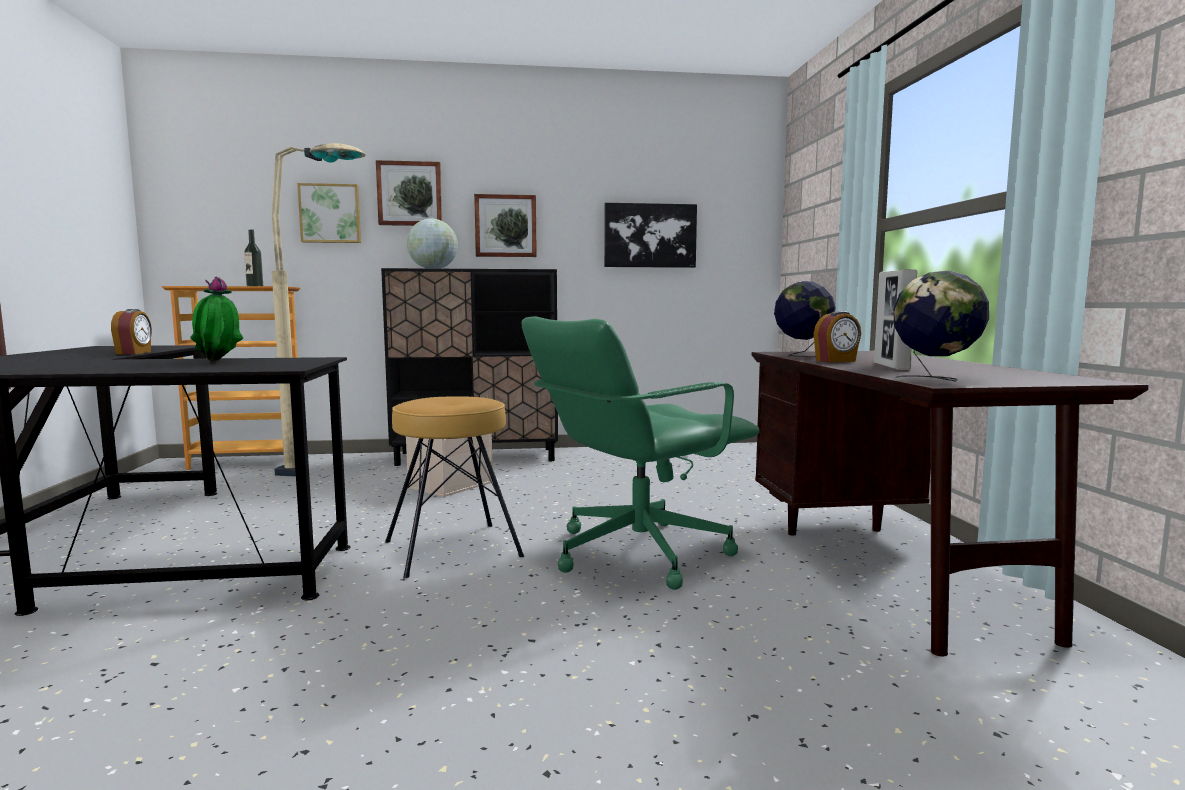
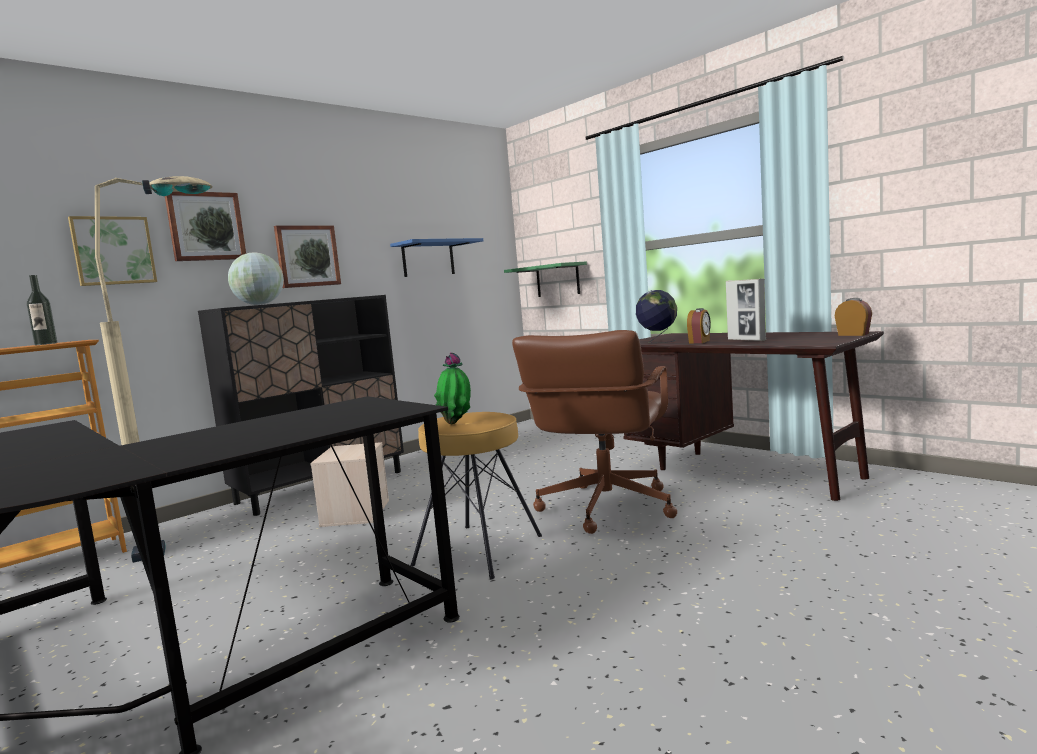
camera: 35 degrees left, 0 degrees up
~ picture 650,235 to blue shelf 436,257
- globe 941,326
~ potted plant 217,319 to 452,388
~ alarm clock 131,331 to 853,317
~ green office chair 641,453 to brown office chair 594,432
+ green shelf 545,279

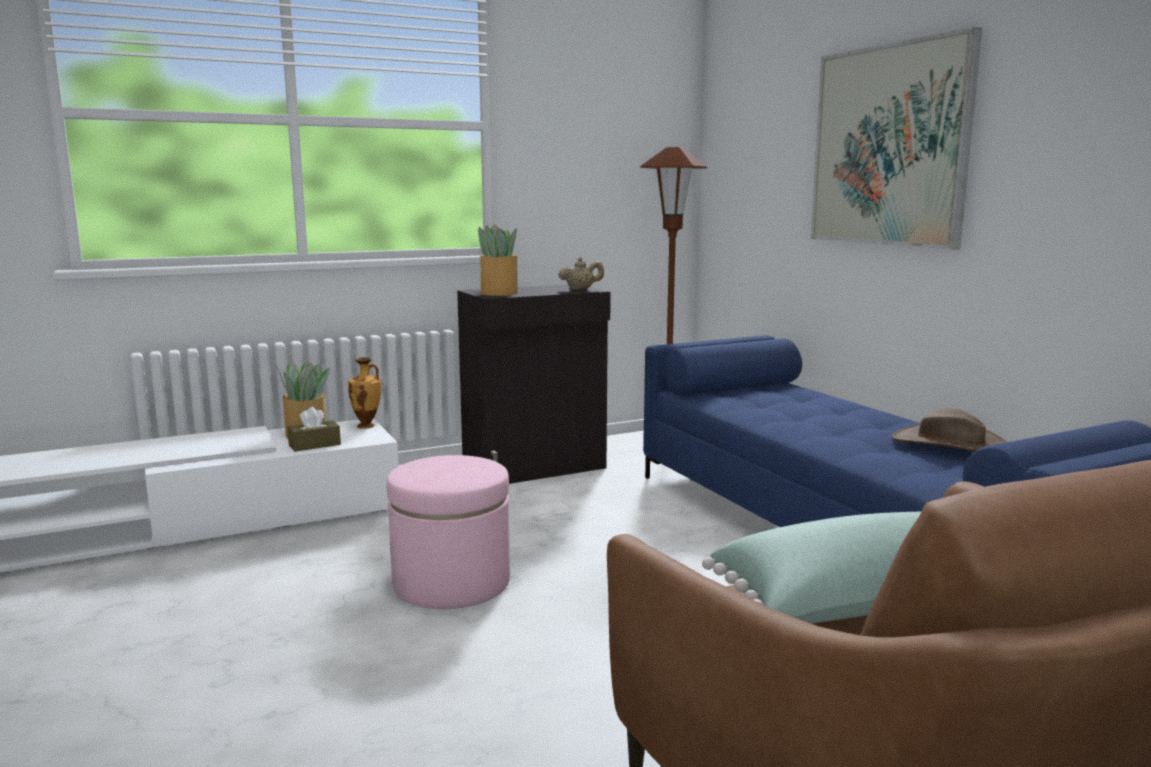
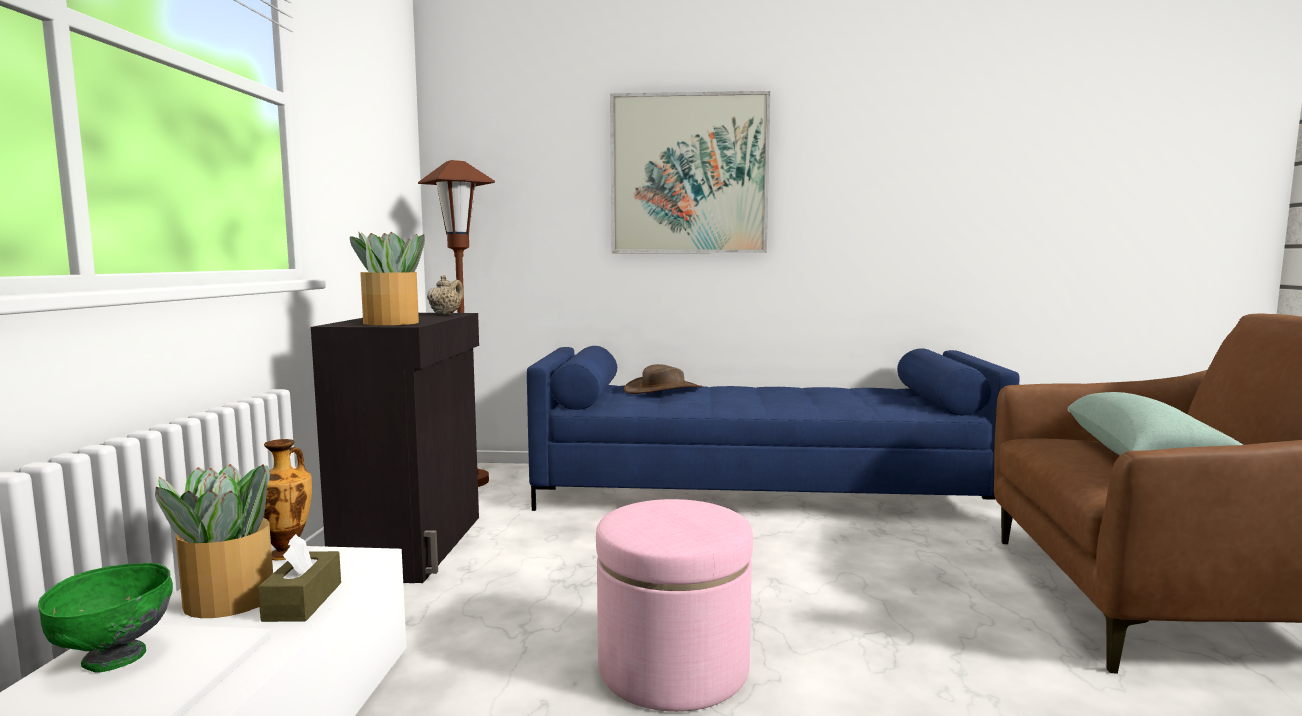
camera: 60 degrees left, 5 degrees down
~ brown hat 949,429 to 663,379
+ green bowl 105,618

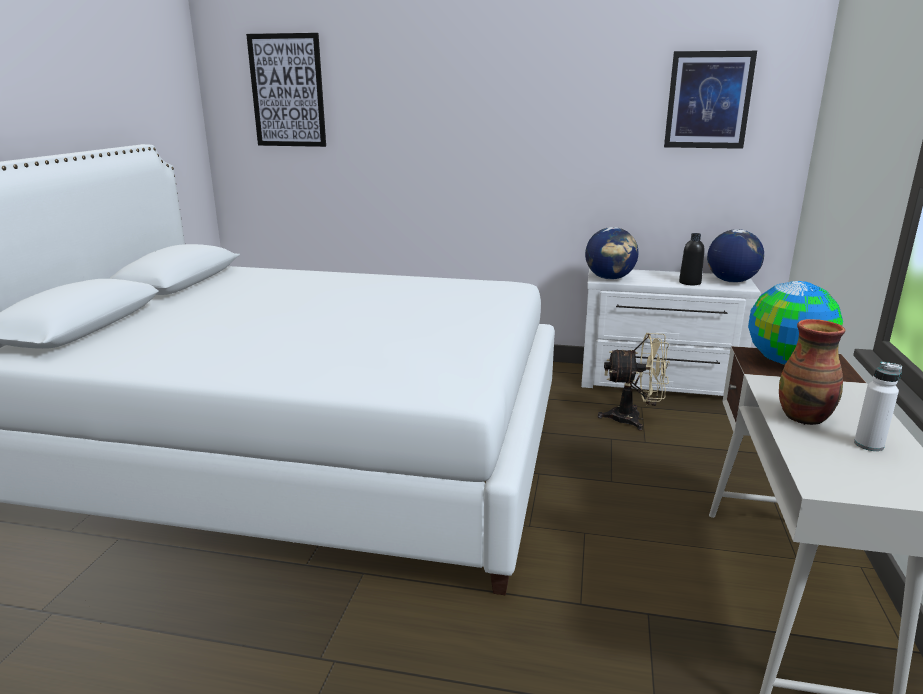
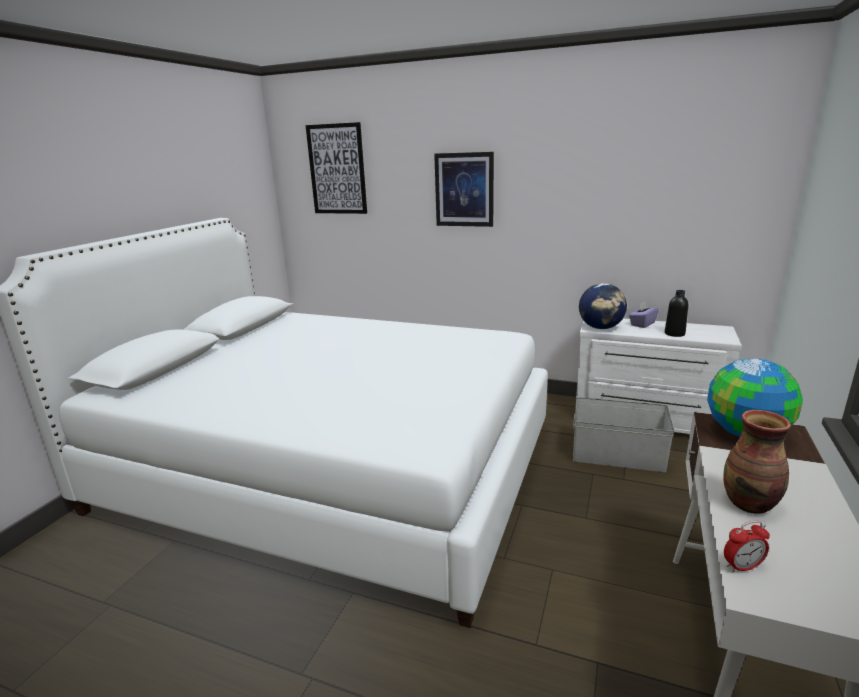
camera: 10 degrees right, 0 degrees up
~ picture 710,100 to 464,189
- globe 735,256
~ beige fan 634,382 to grey storage box 623,434
- white bottle 878,406
+ purple tissue box 644,315
+ alarm clock 747,546

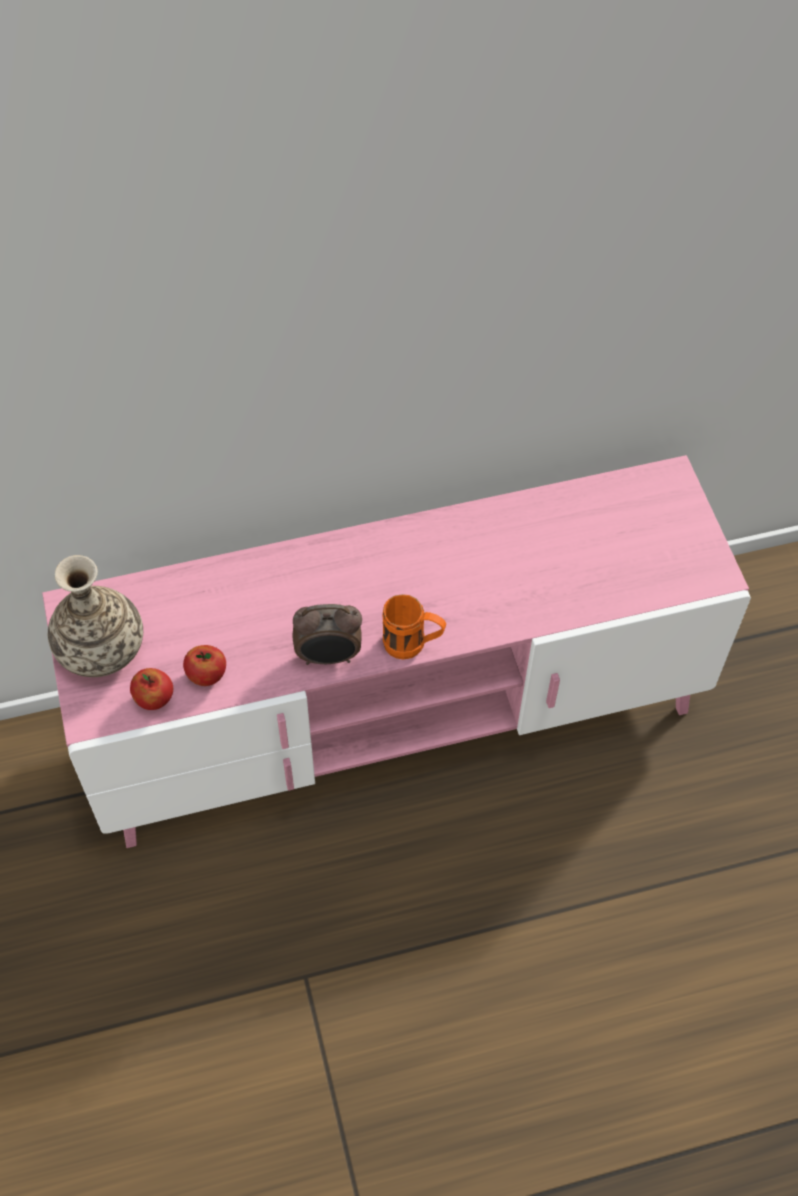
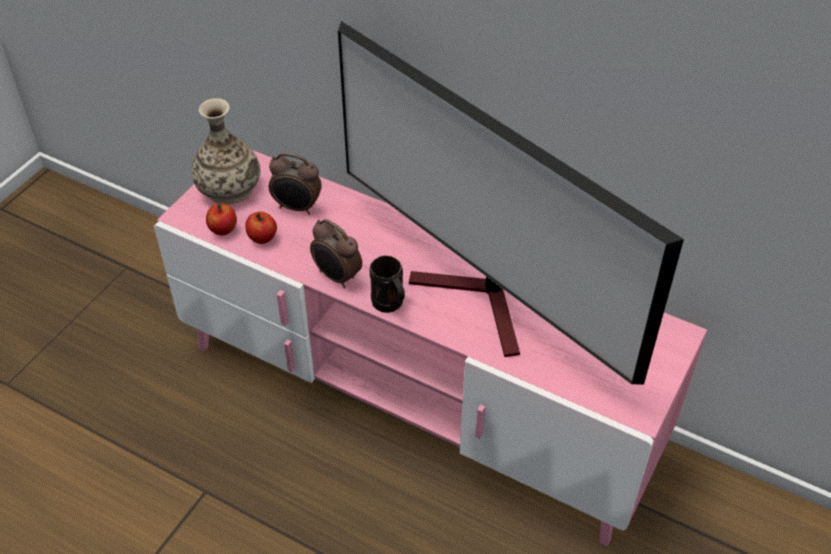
camera: 45 degrees right, 10 degrees down
~ orange mug 414,626 to black mug 387,284
+ television 511,202
+ alarm clock 295,183

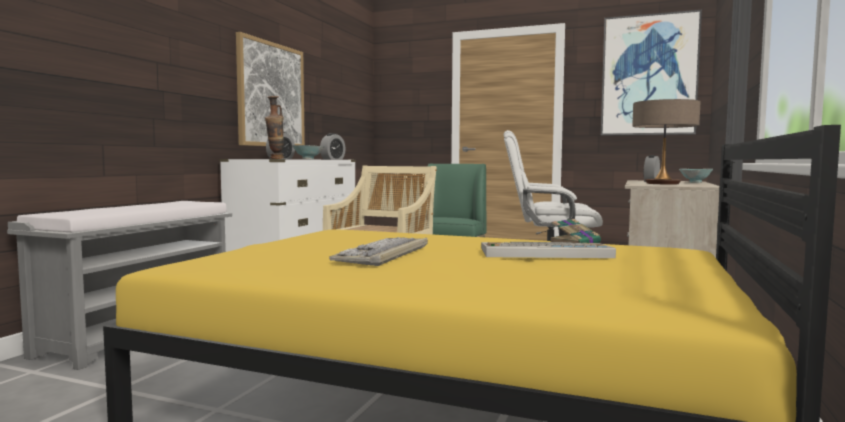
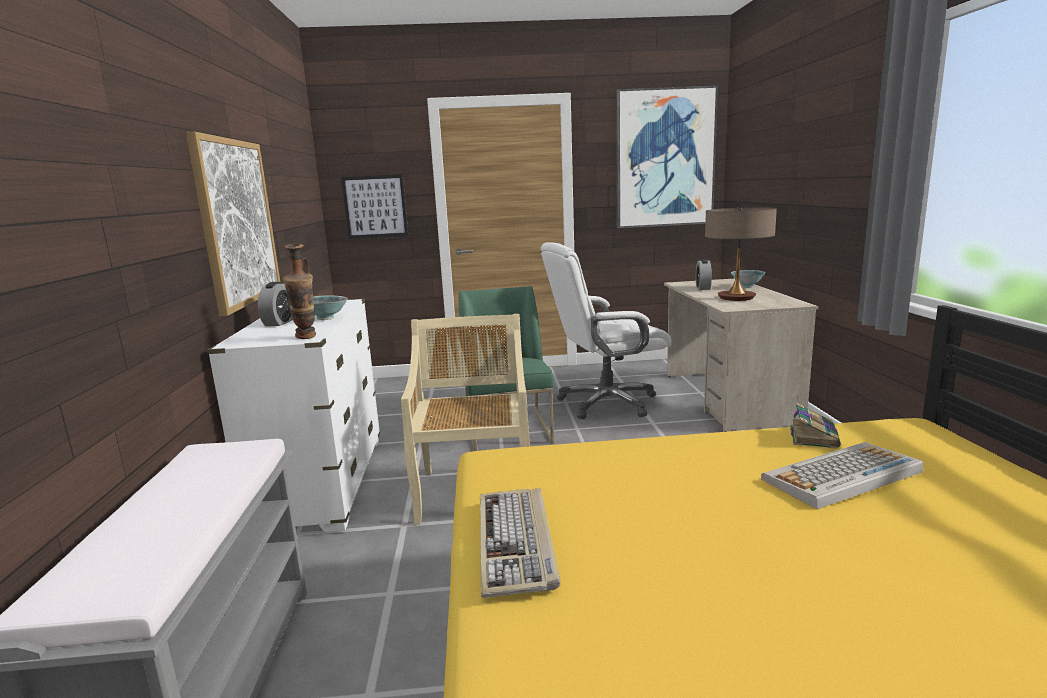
camera: 25 degrees left, 10 degrees up
- alarm clock 333,146
~ keyboard 378,251 to 520,543
+ picture 374,206

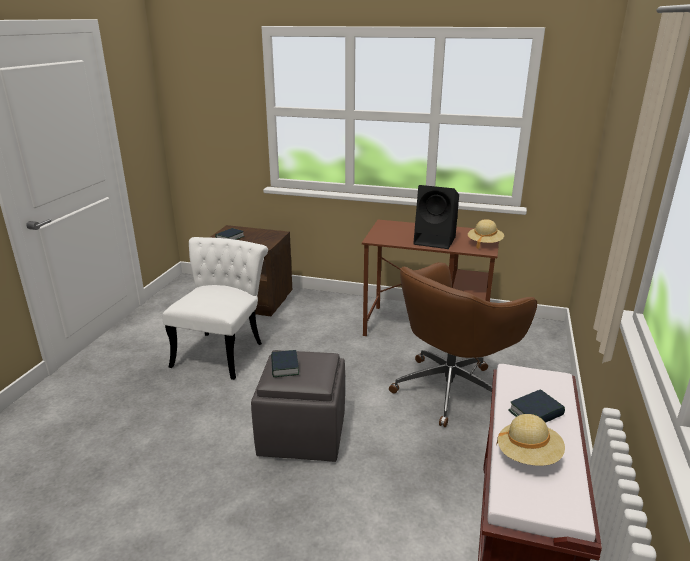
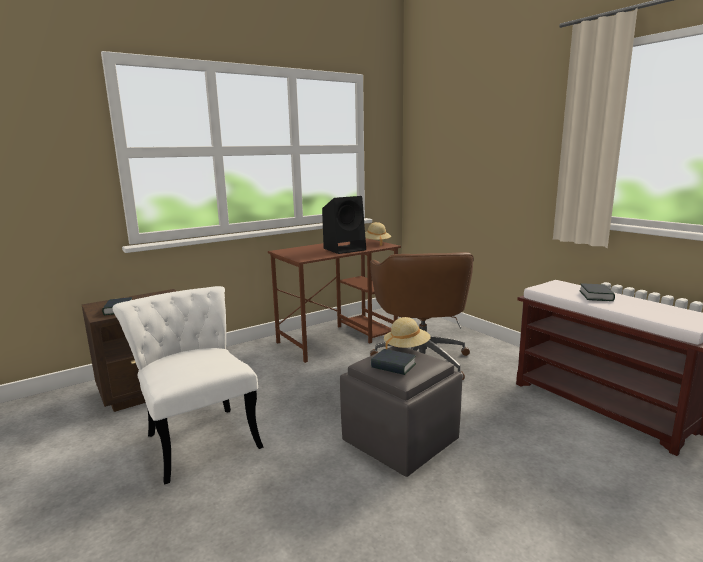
camera: 50 degrees left, 10 degrees down
~ beige hat 530,440 to 407,333

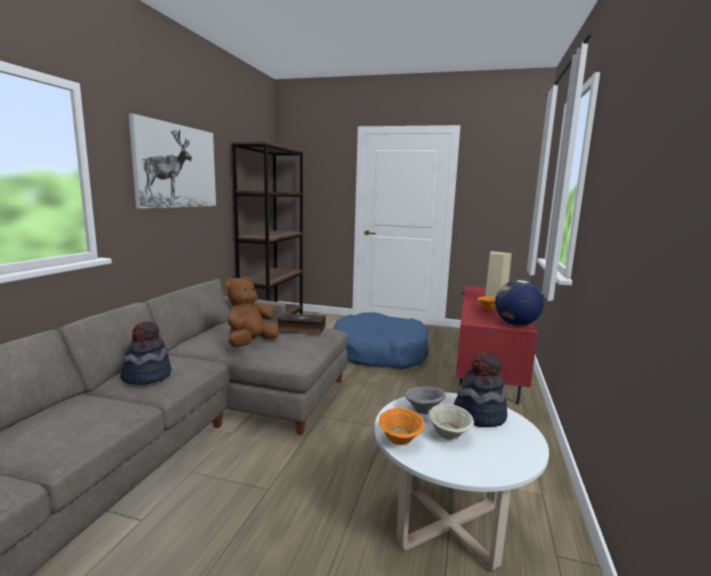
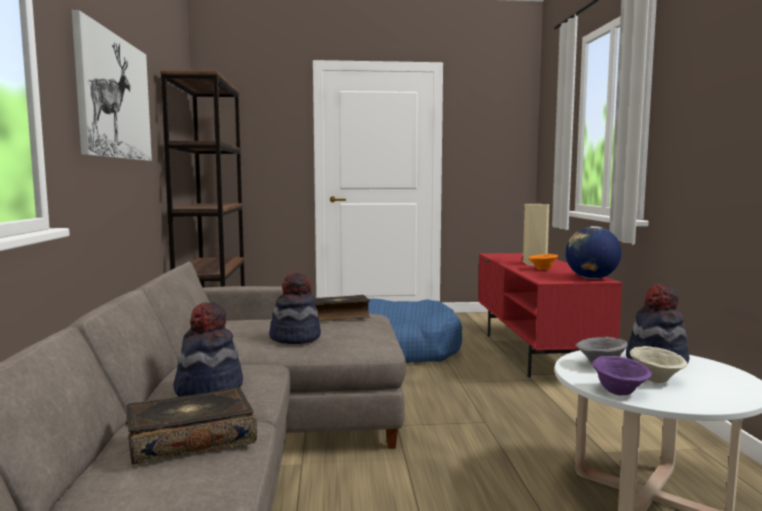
camera: 20 degrees left, 5 degrees down
~ brown plush toy 252,311 to hat 295,308
~ orange bowl 402,426 to purple bowl 622,375
+ book 191,426

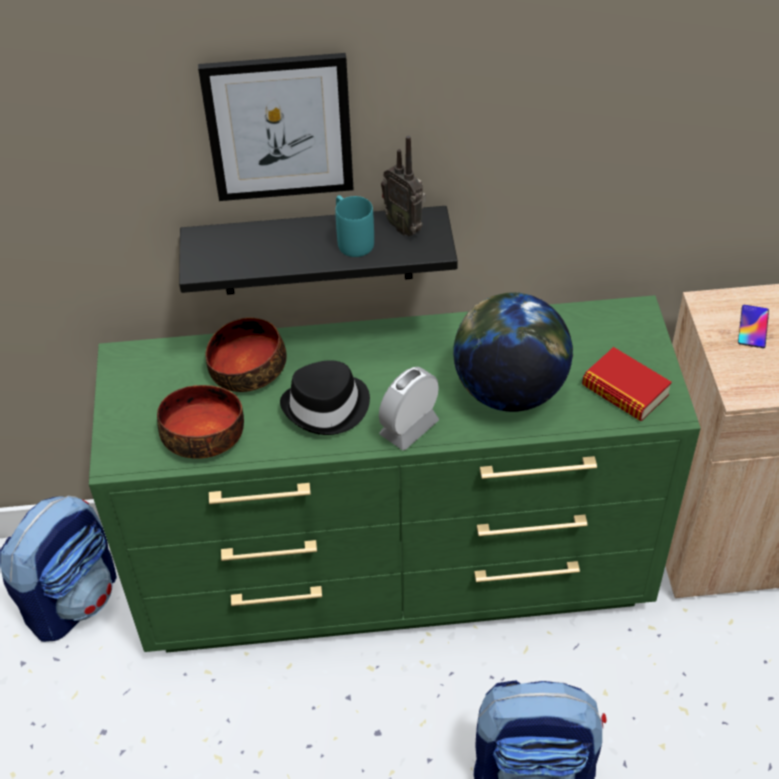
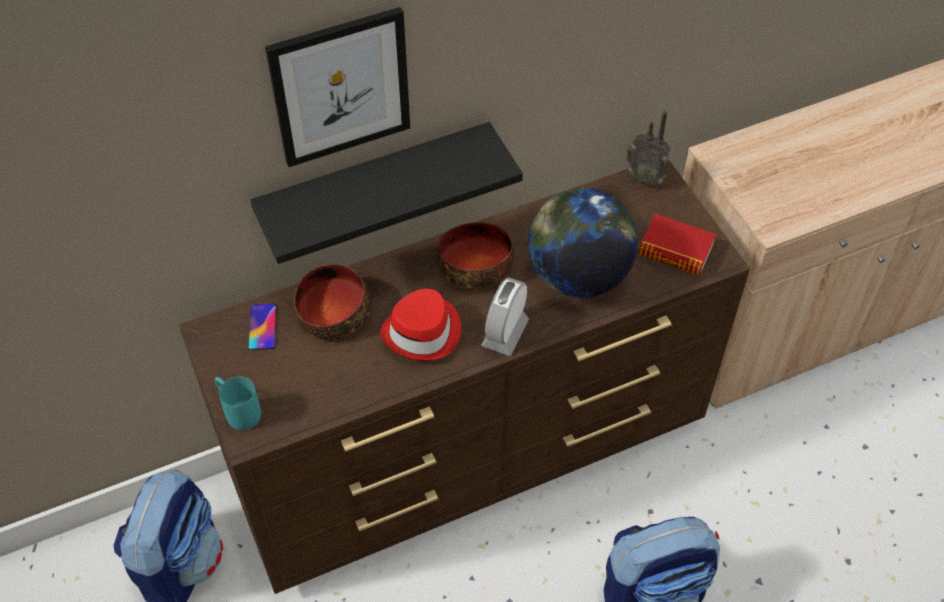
camera: 20 degrees left, 5 degrees up
~ radio 403,185 to 648,149
~ turquoise mug 354,226 to 238,403
~ green dresser 395,473 to brown dresser 464,377
~ phone 753,326 to 262,326
~ black hat 325,397 to red hat 420,325
~ bowl 200,422 to 475,255

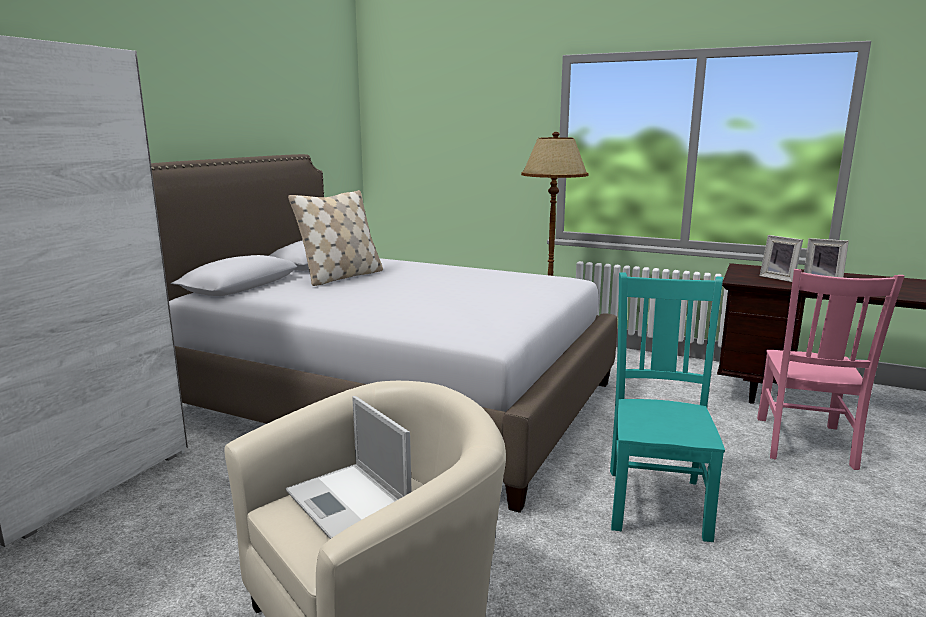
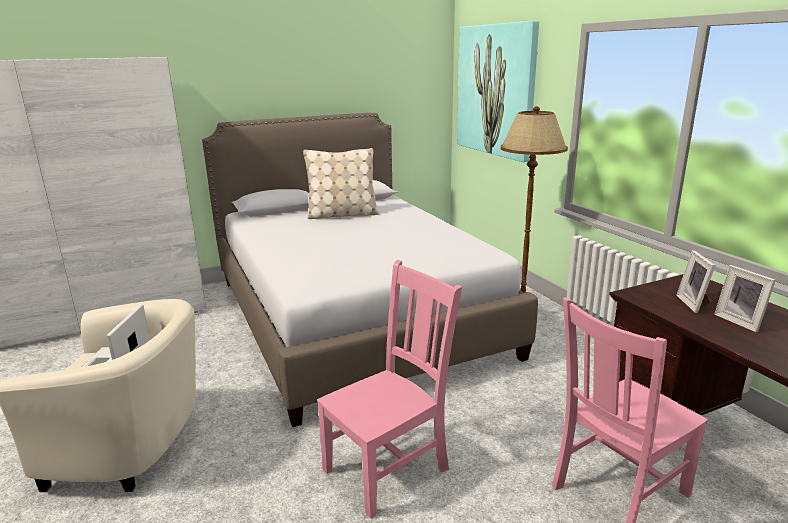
camera: 40 degrees right, 5 degrees up
~ turquoise chair 667,407 to pink chair 389,389
+ picture 498,91

